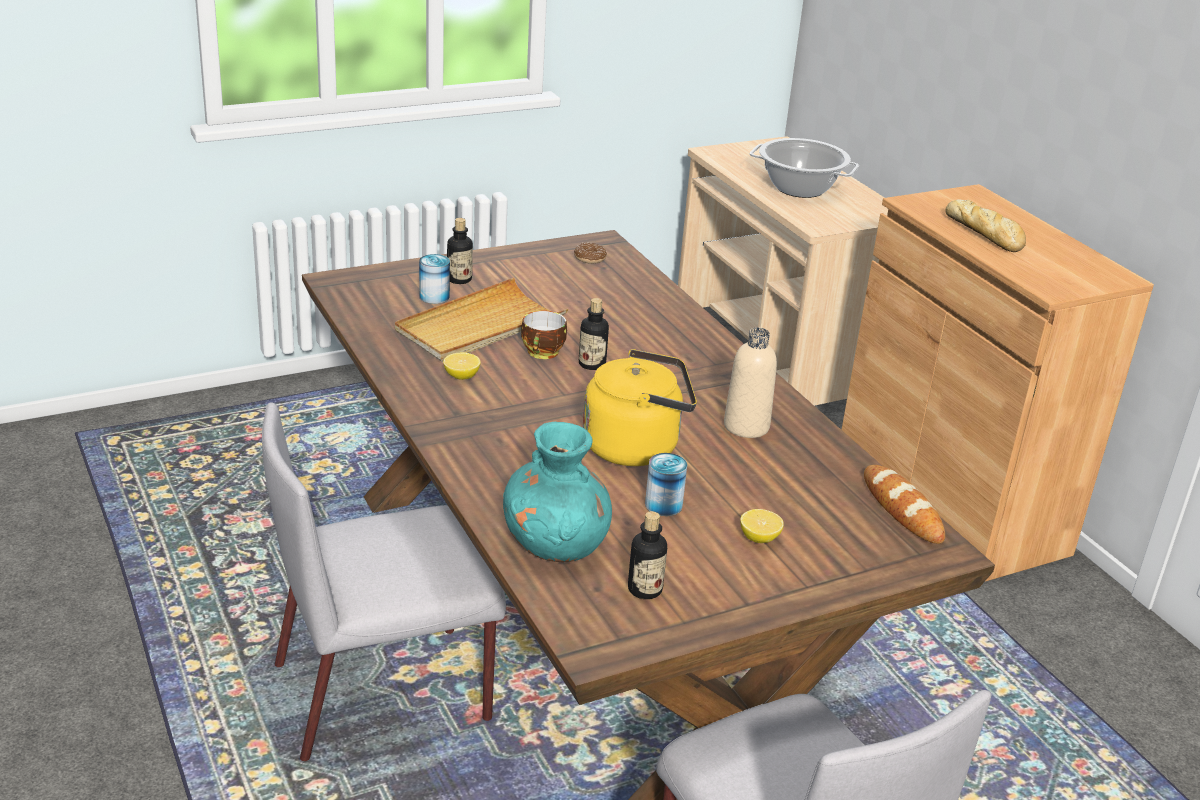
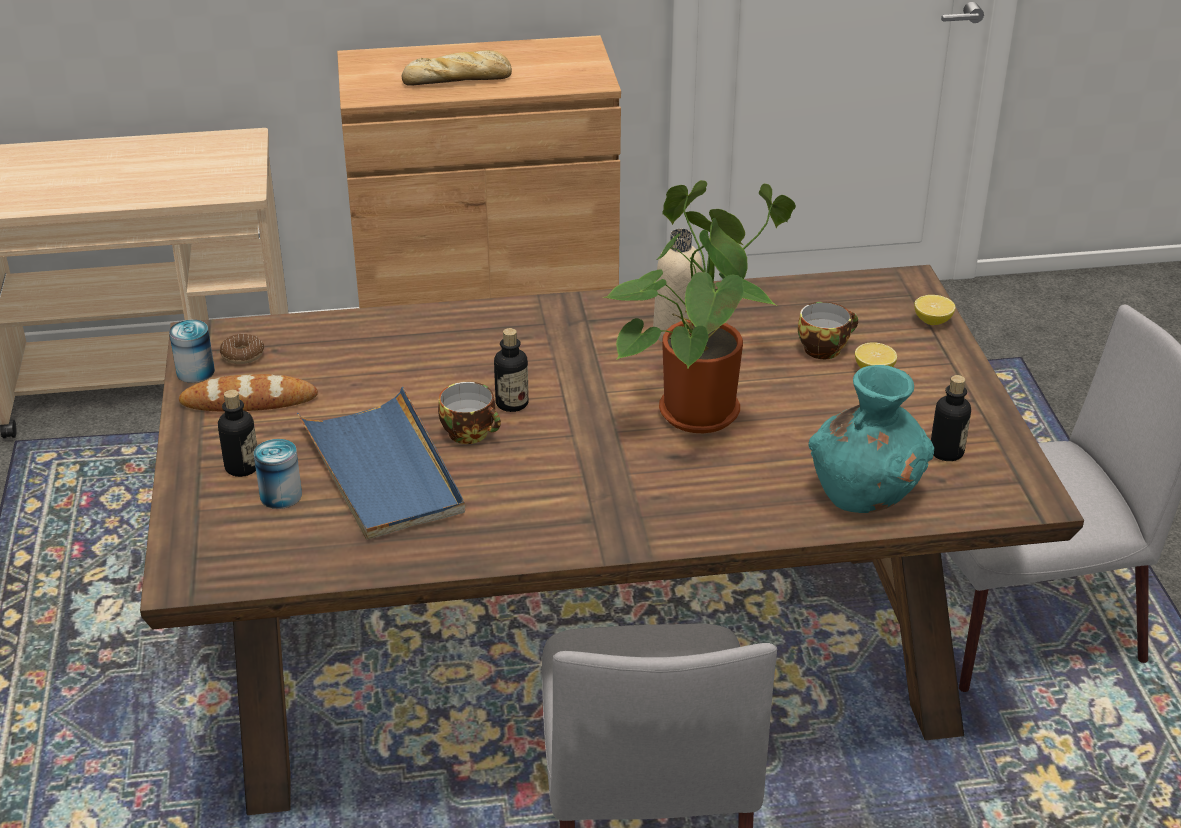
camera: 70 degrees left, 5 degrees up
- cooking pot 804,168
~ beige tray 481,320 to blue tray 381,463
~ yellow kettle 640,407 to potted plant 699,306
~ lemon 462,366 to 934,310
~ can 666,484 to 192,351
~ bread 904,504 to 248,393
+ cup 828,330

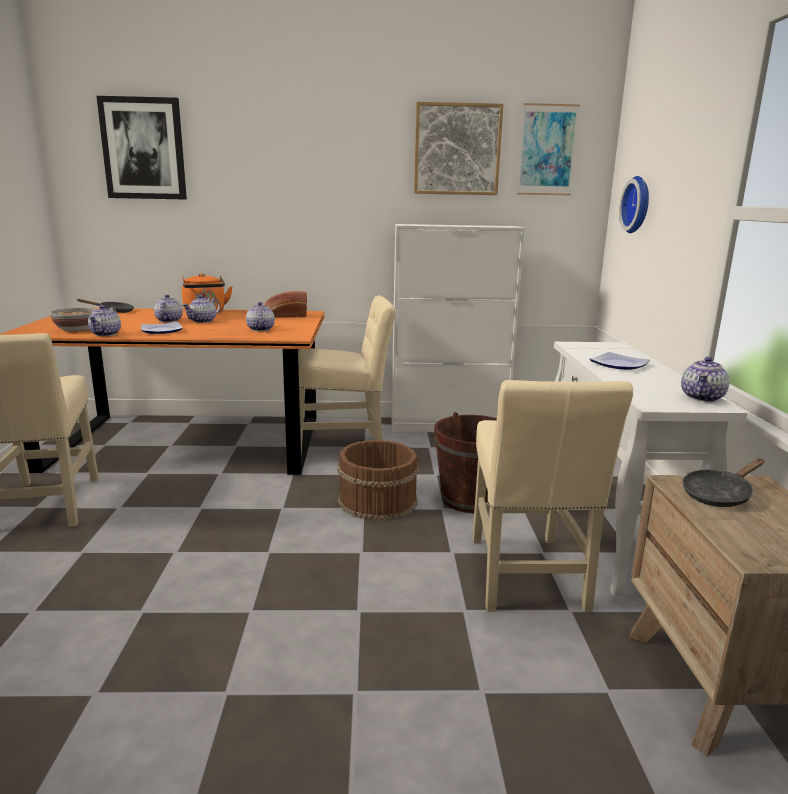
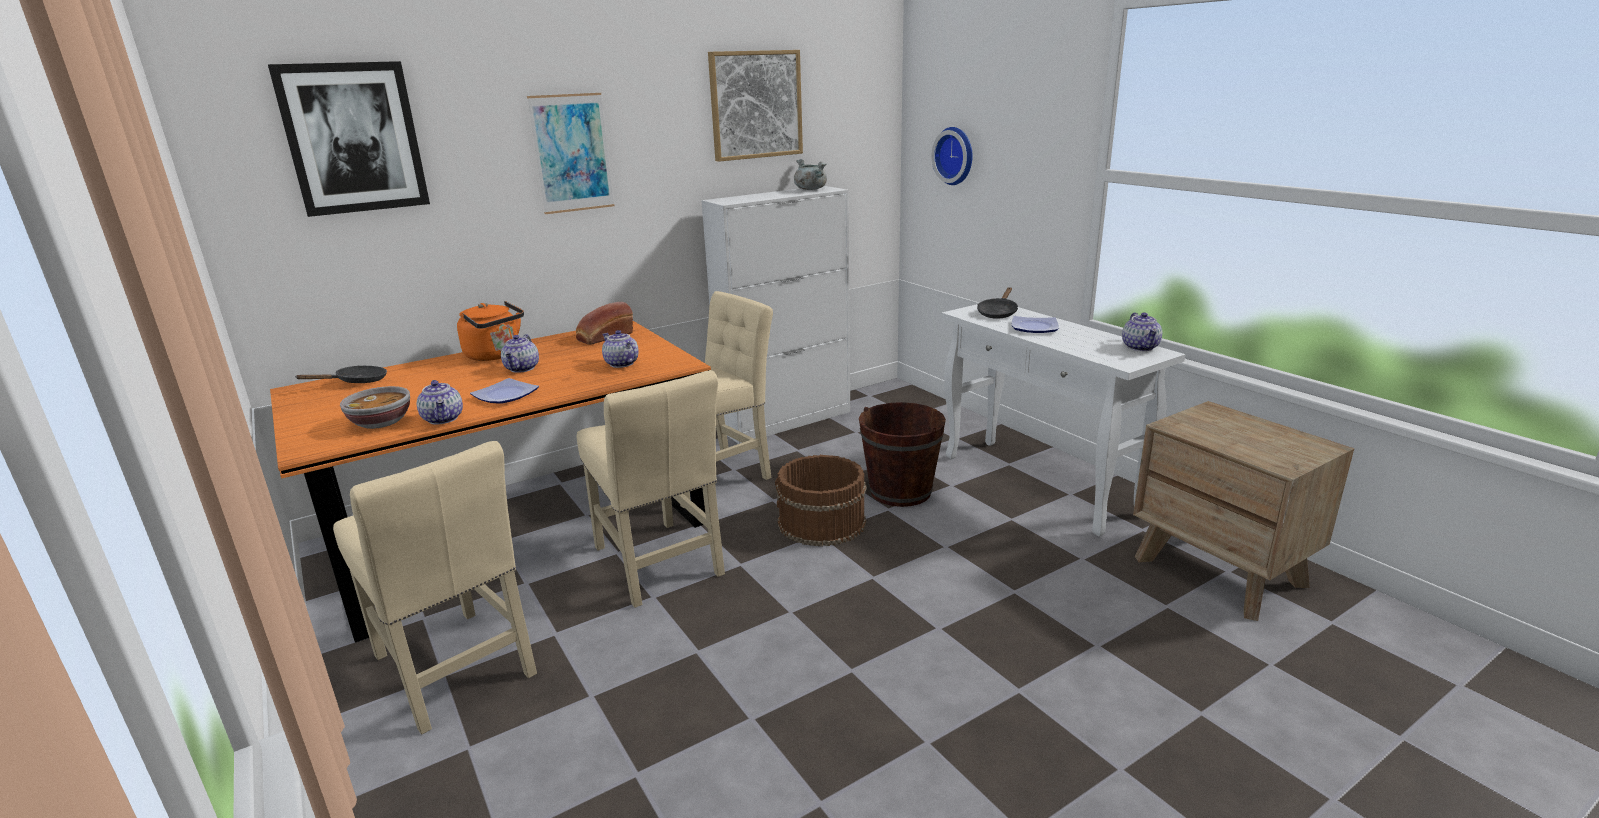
camera: 30 degrees left, 5 degrees up
~ picture 548,149 to 570,153
- teapot 168,309
~ beige chair 552,496 to 651,489
~ black frying pan 723,482 to 997,303
+ grey cooking pot 810,174

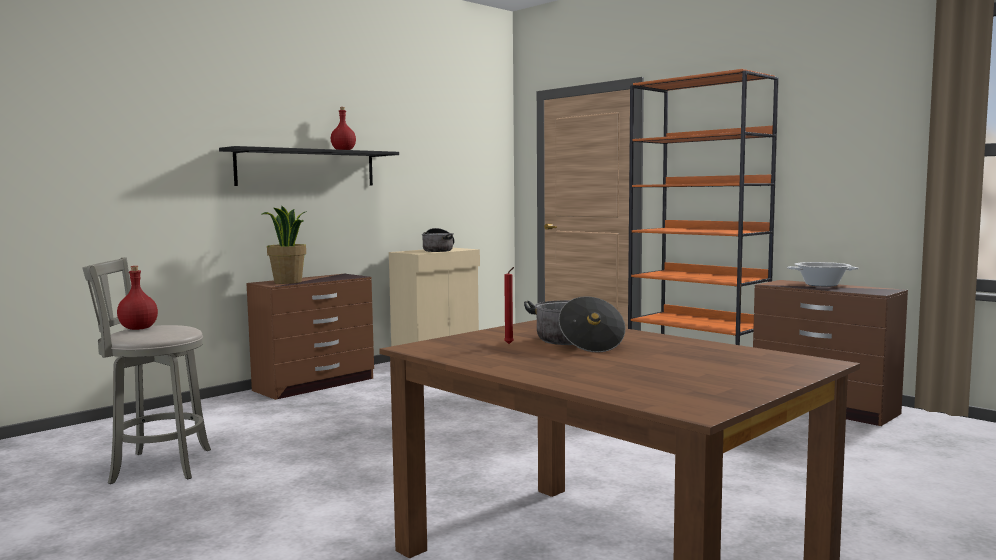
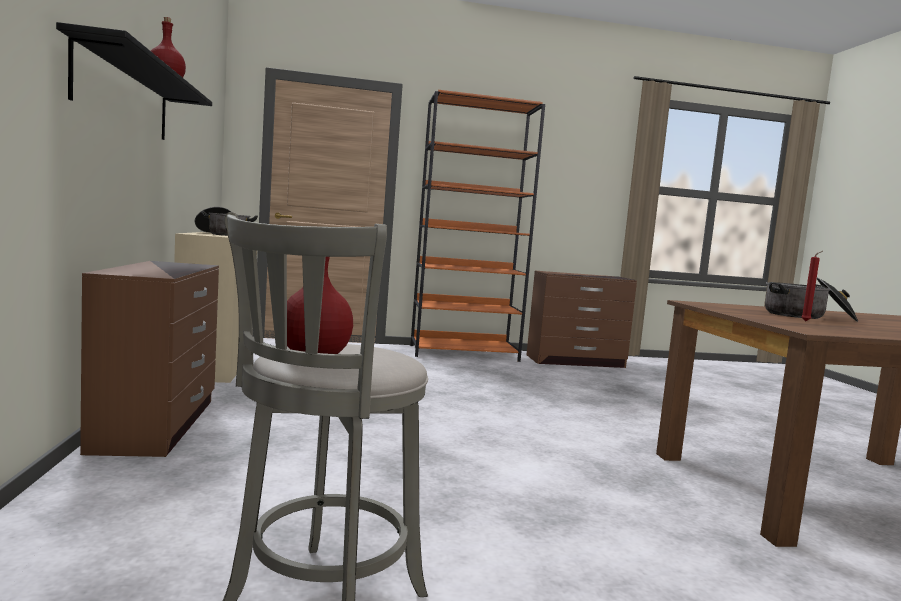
camera: 55 degrees left, 0 degrees up
- potted plant 284,245
- cooking pot 822,274

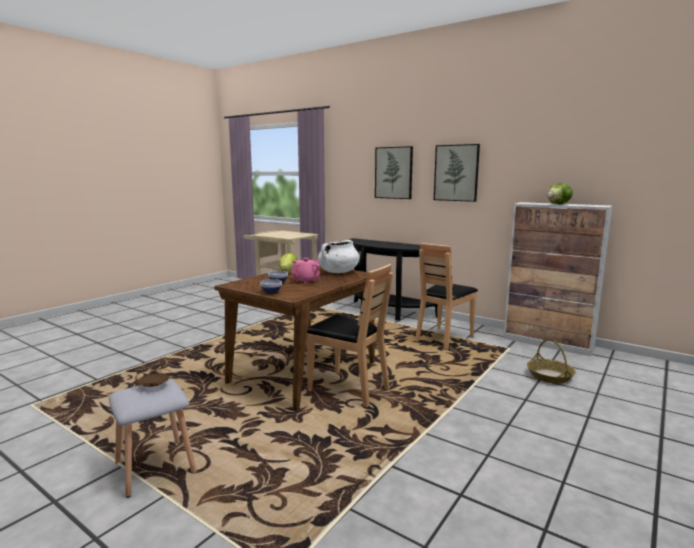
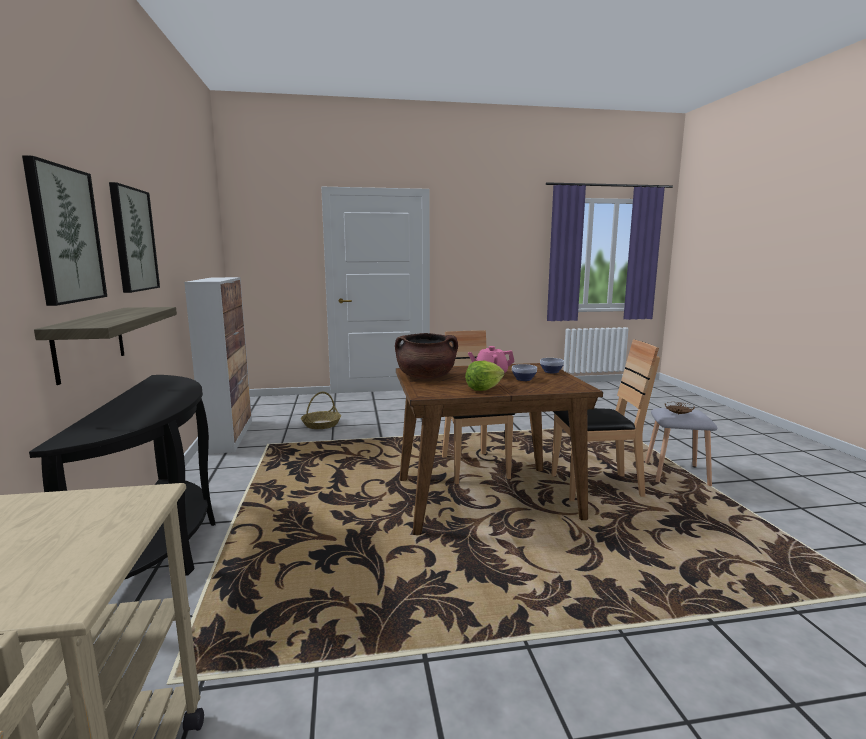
camera: 135 degrees left, 0 degrees up
- lettuce 560,193
~ white cooking pot 338,256 to brown cooking pot 426,356
~ brown chair 446,296 to 605,420
+ shelf 105,346

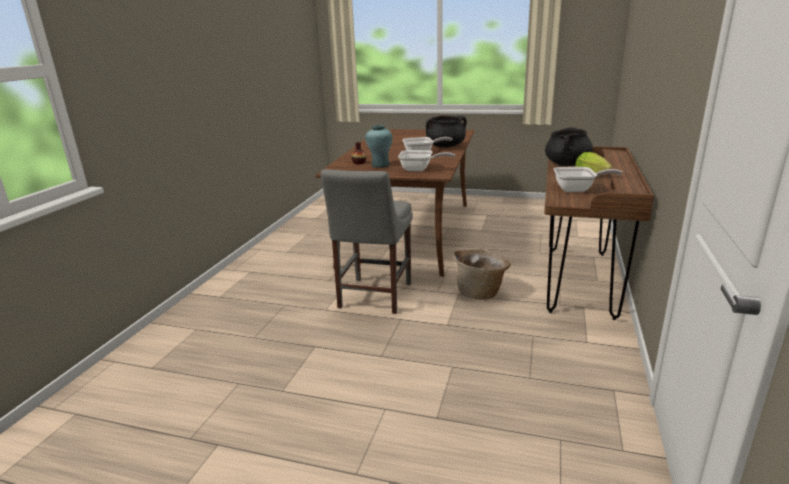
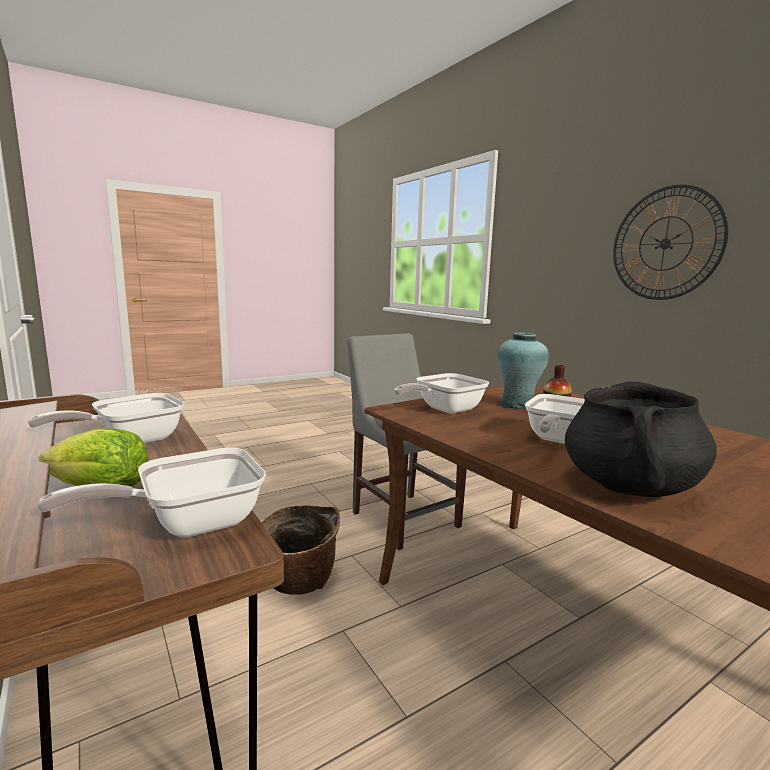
camera: 130 degrees right, 10 degrees down
~ black cooking pot 569,146 to frying pan 151,492
+ wall clock 670,242

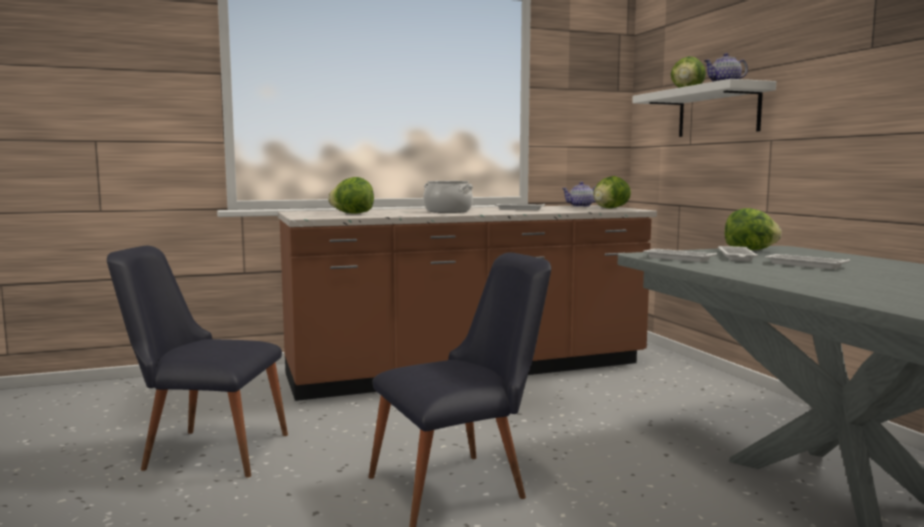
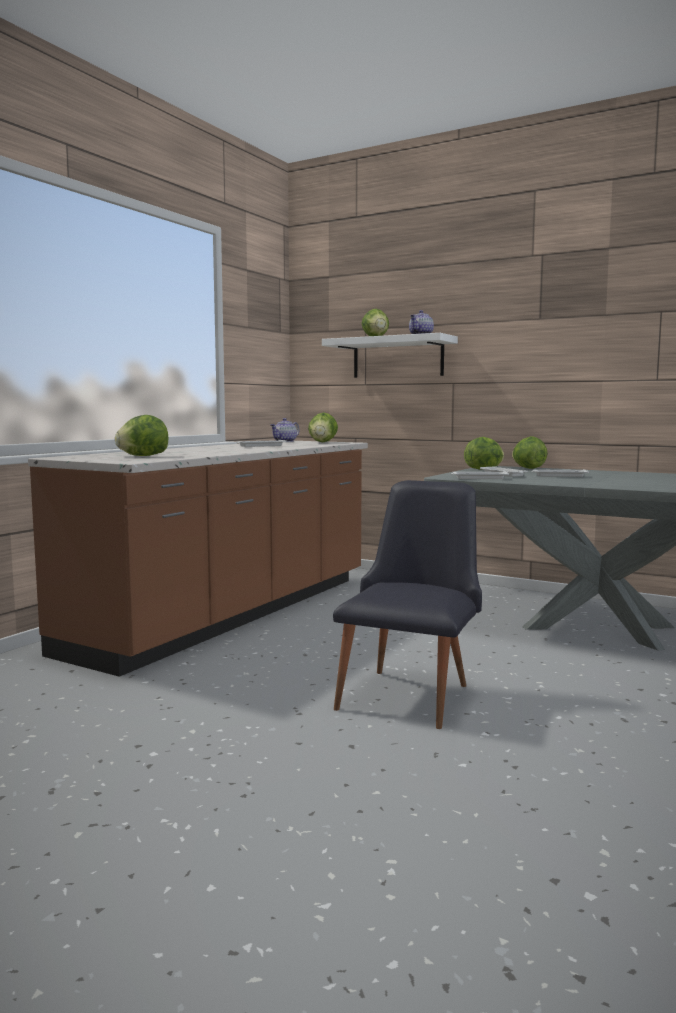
camera: 40 degrees left, 0 degrees up
- cooking pot 448,197
- black chair 197,362
+ lettuce 530,452

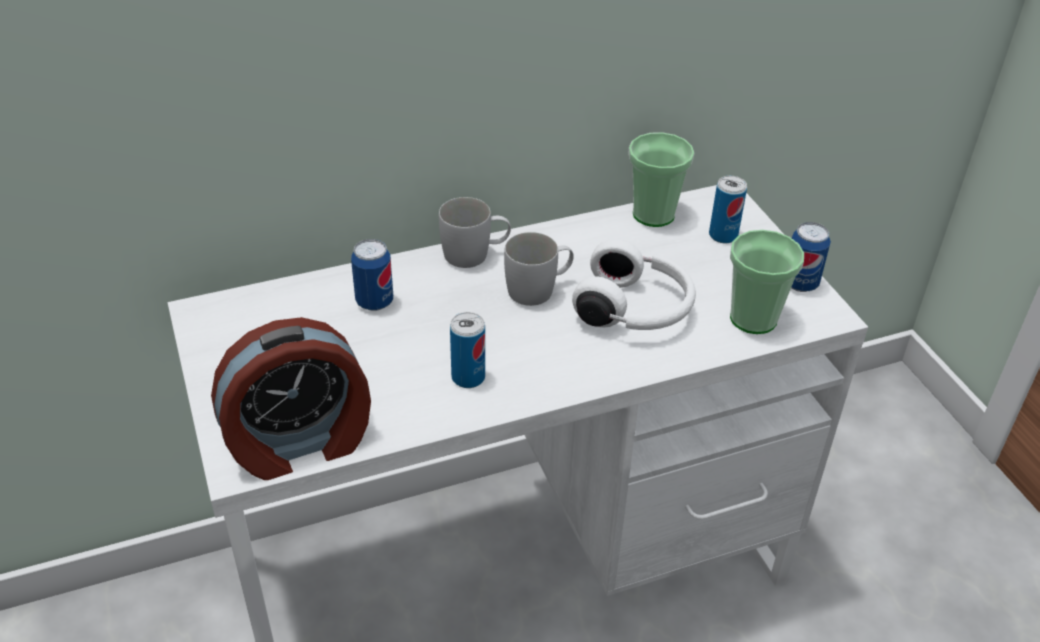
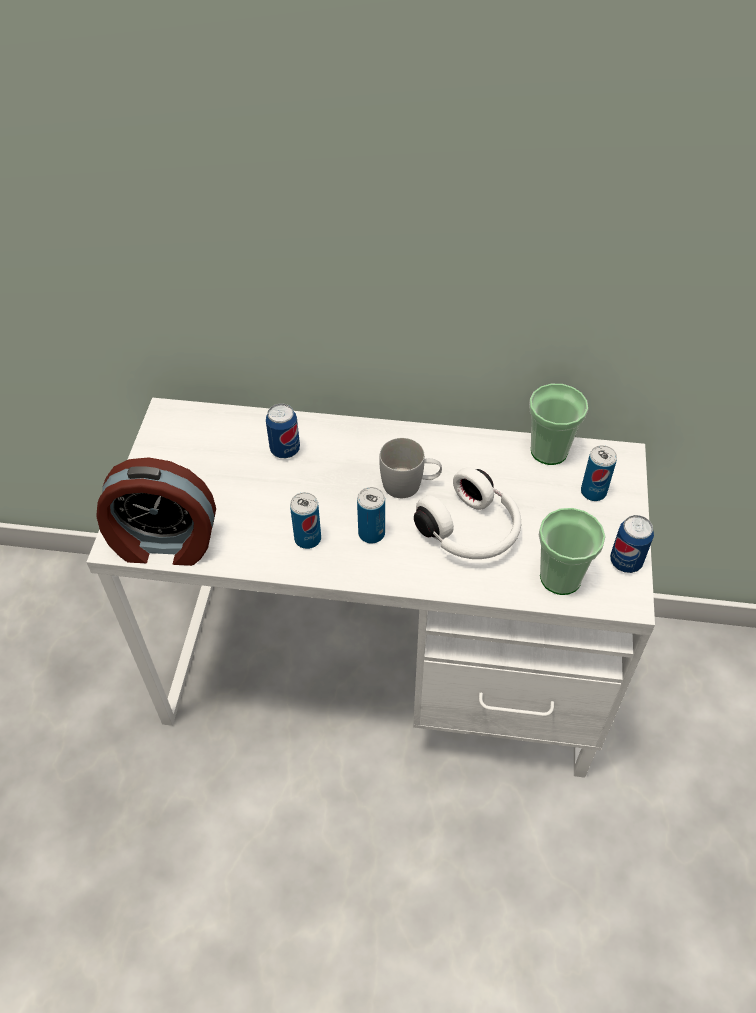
camera: 30 degrees right, 10 degrees up
- white mug 475,232
+ can 371,515

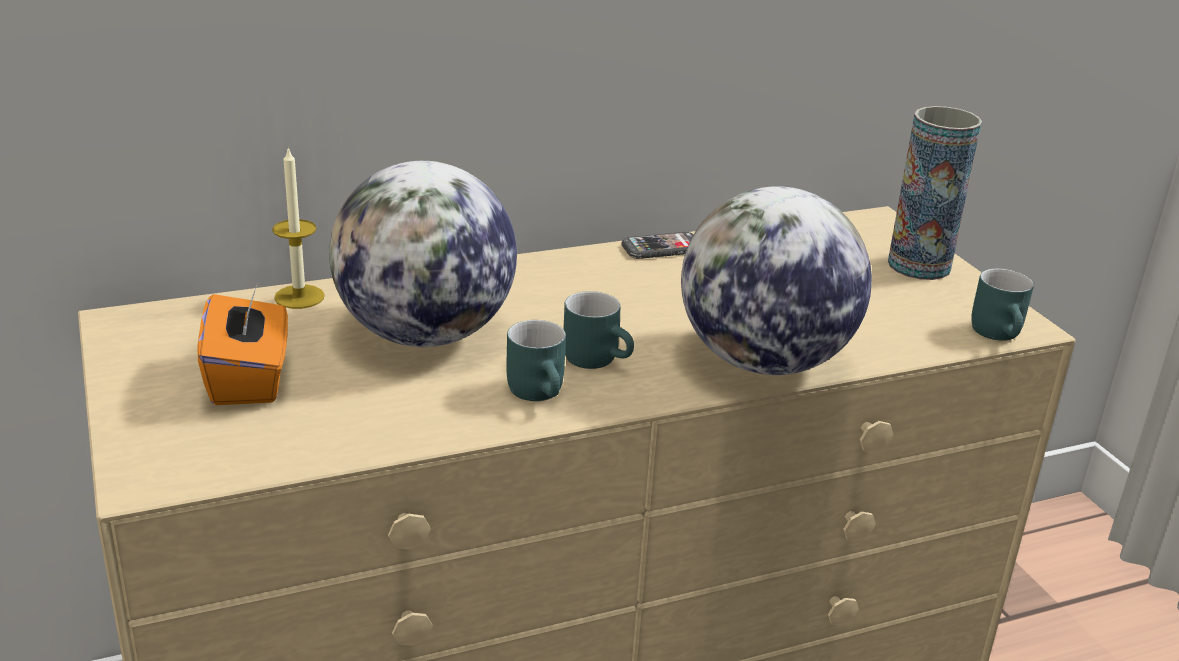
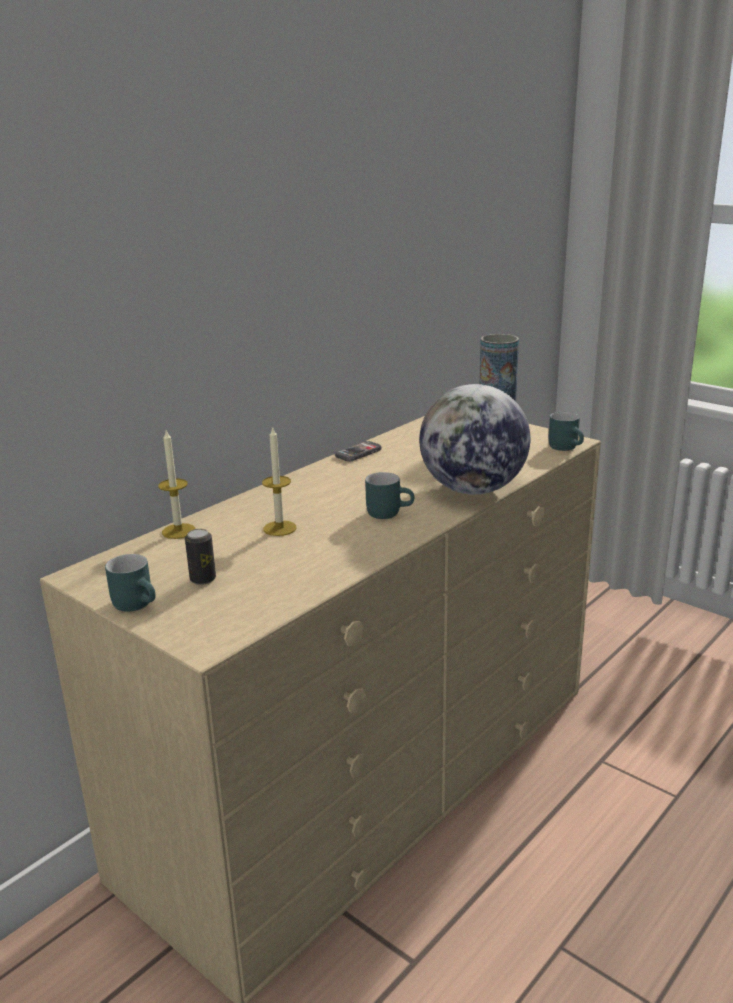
camera: 25 degrees left, 5 degrees down
~ globe 423,254 to candle 279,481
~ orange tissue box 242,344 to can 200,557
~ turquoise mug 536,360 to 130,583

